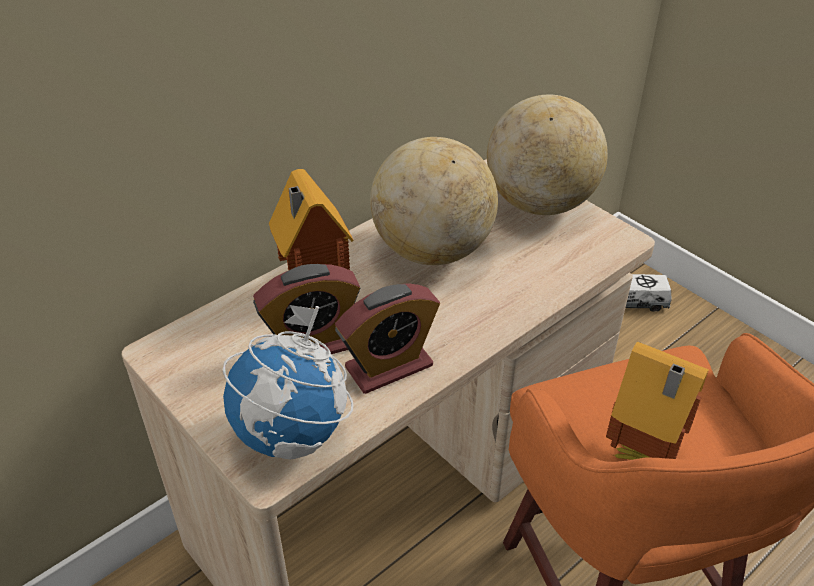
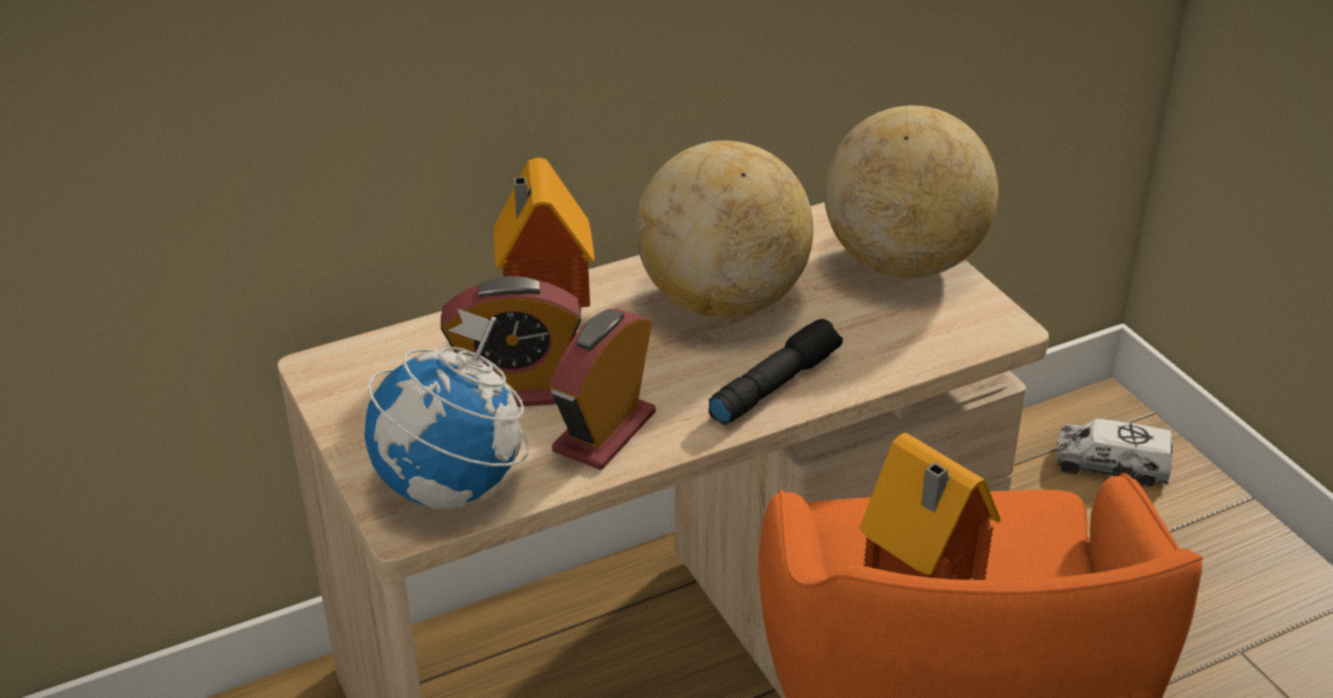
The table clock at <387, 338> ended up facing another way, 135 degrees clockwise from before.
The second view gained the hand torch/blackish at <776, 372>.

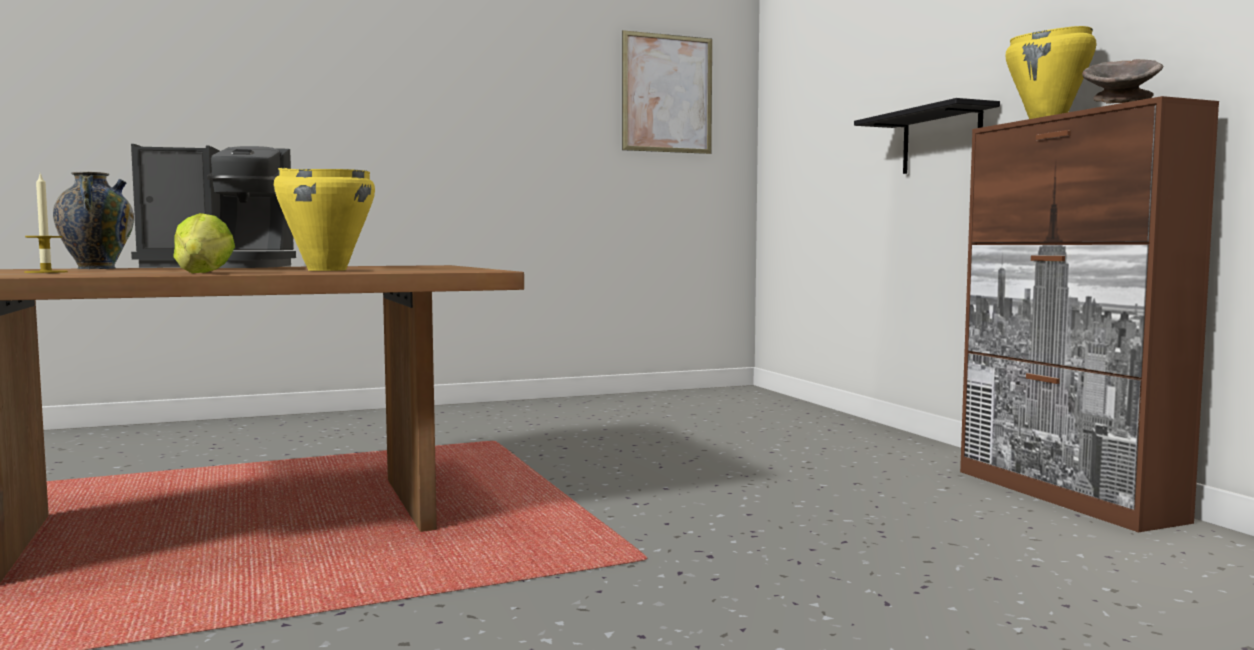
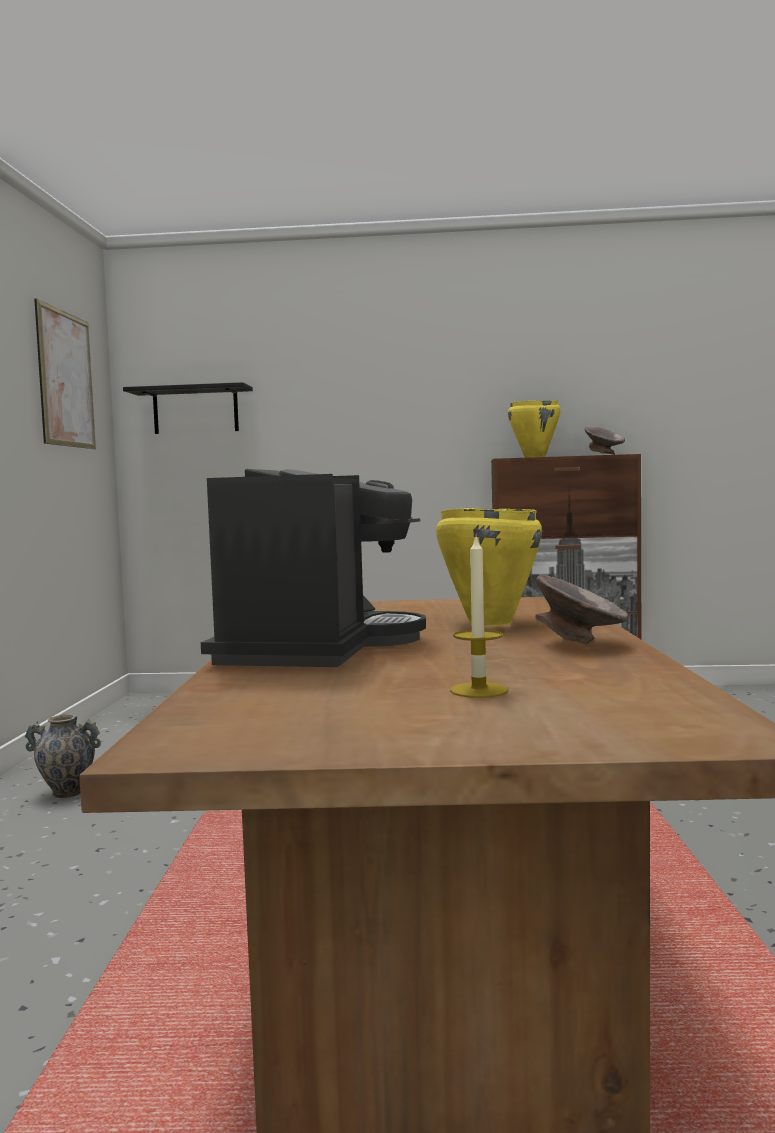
The vase ended up elsewhere, having gone from <93, 220> to <63, 756>.
Where the lettuce stood at <204, 243>, the bowl/gray came to stand at <581, 610>.
The shelf/blackish ended up elsewhere, having gone from <927, 136> to <188, 408>.

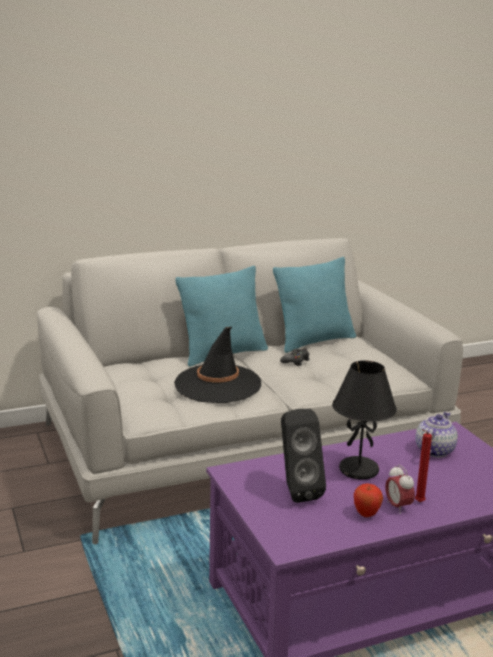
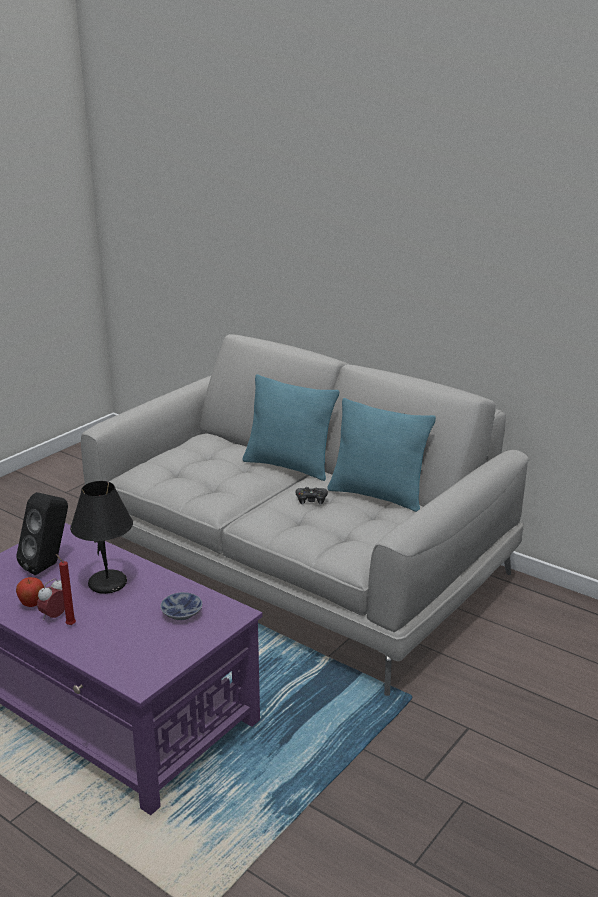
The second view lost the wearable hat/blackish at <217, 365>.
Where the tea pot stood at <436, 434>, the bowl came to stand at <181, 606>.

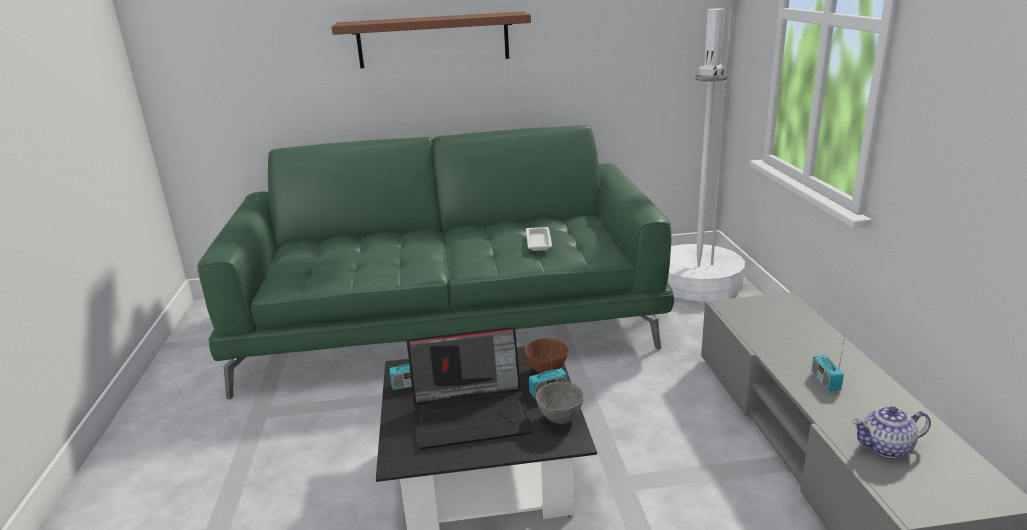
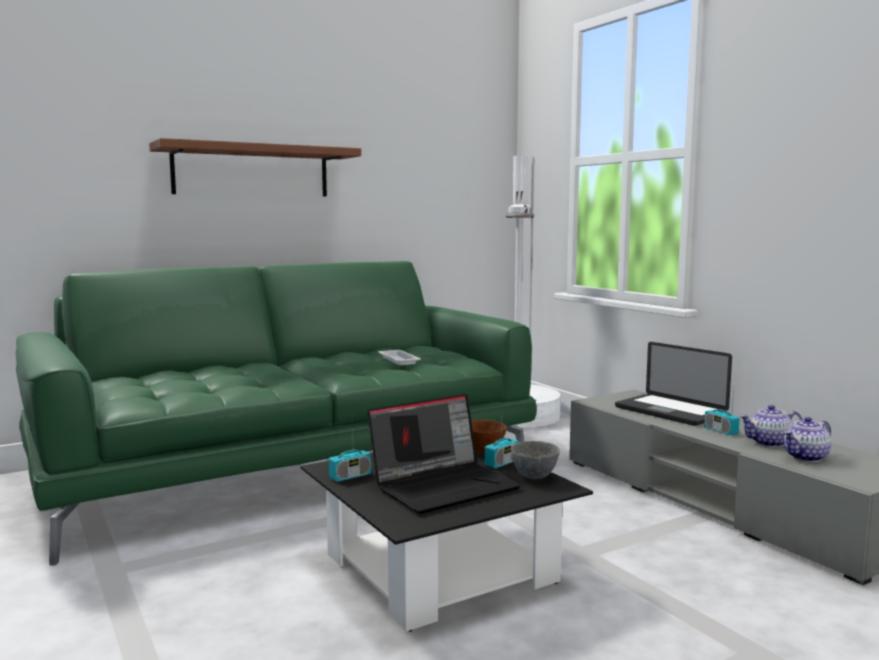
The second view gained the portable computer at <673, 384>.
The second view gained the tea pot at <771, 426>.

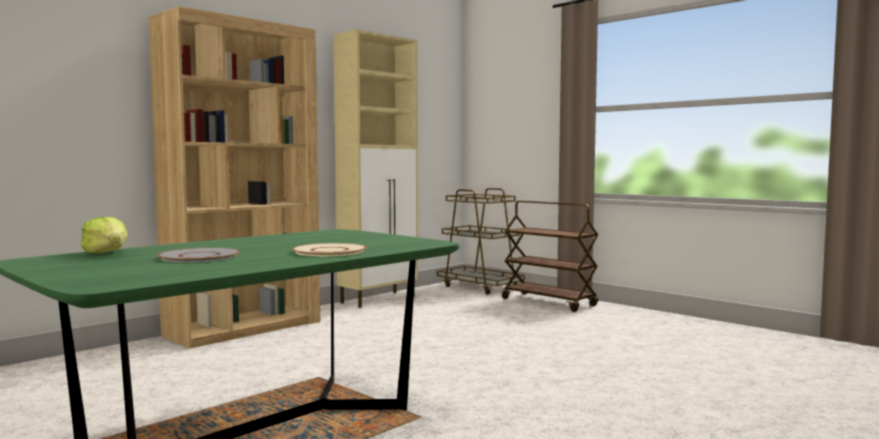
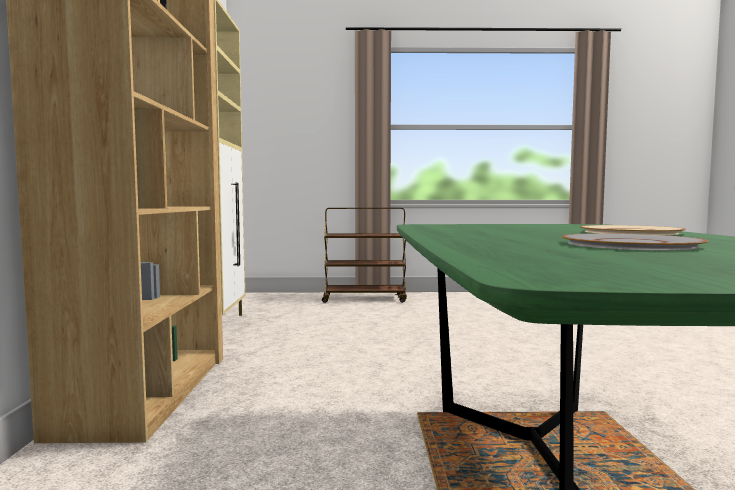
The second view lost the lettuce at <104, 235>.
The second view lost the trolley/brown at <481, 241>.

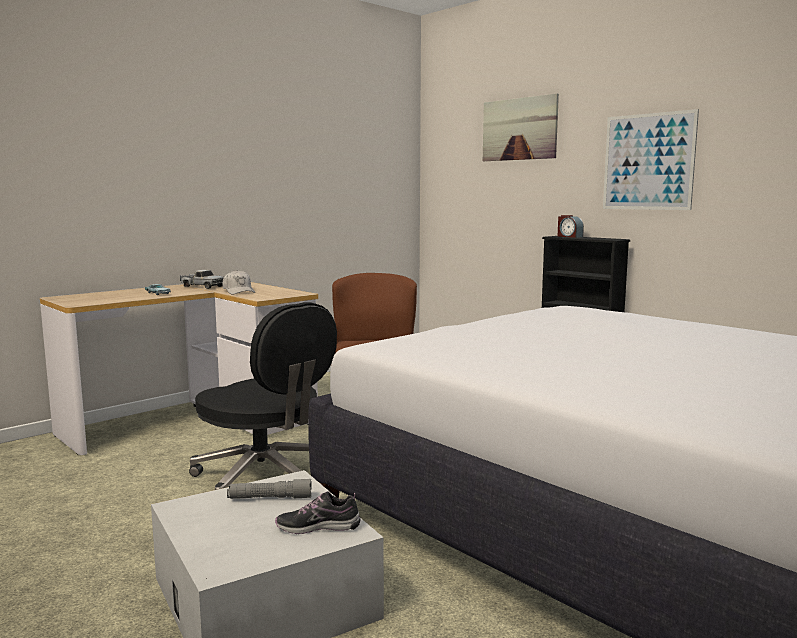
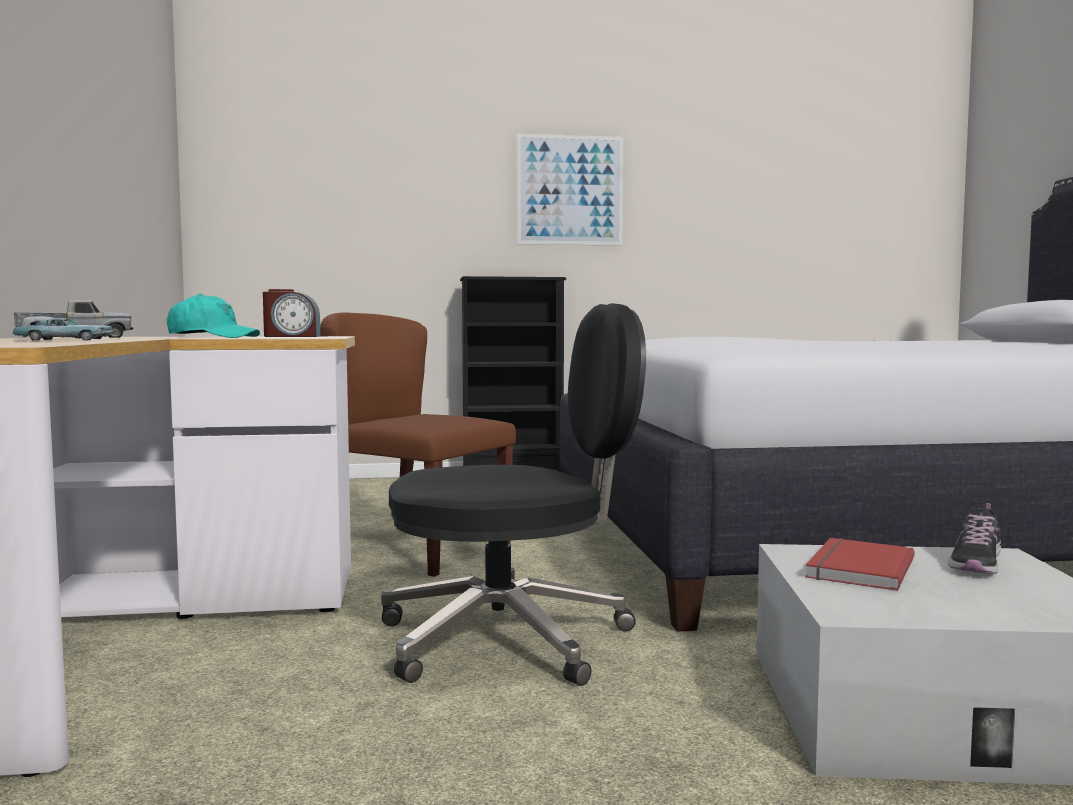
What was the cap/whitish at <238, 282> turned into the cap/blue-green at <213, 315>.
Where the hand torch/gray stood at <269, 489>, the book/red-coloured came to stand at <860, 564>.
The second view lost the wall art at <521, 127>.
The table clock ended up elsewhere, having gone from <571, 226> to <292, 313>.

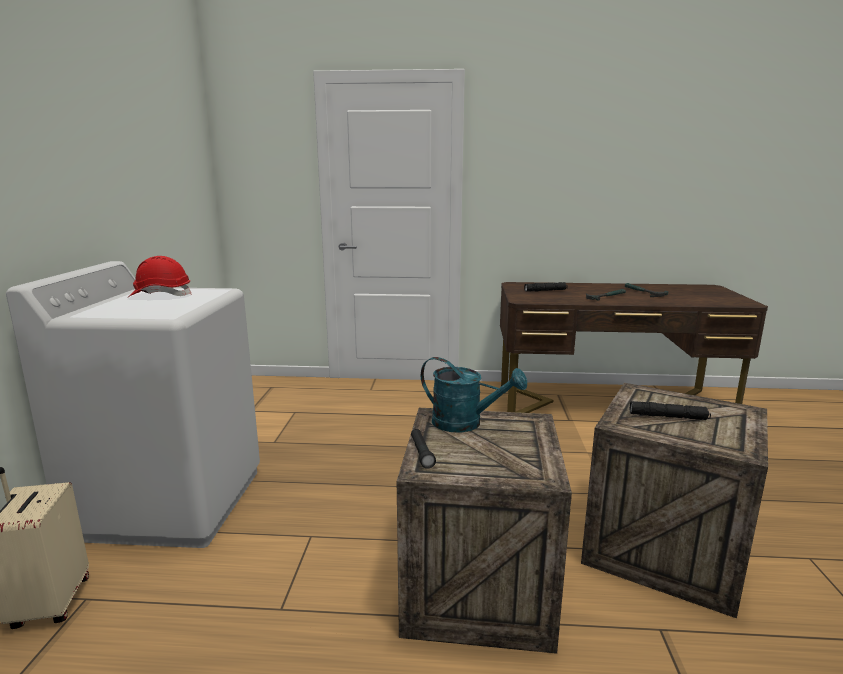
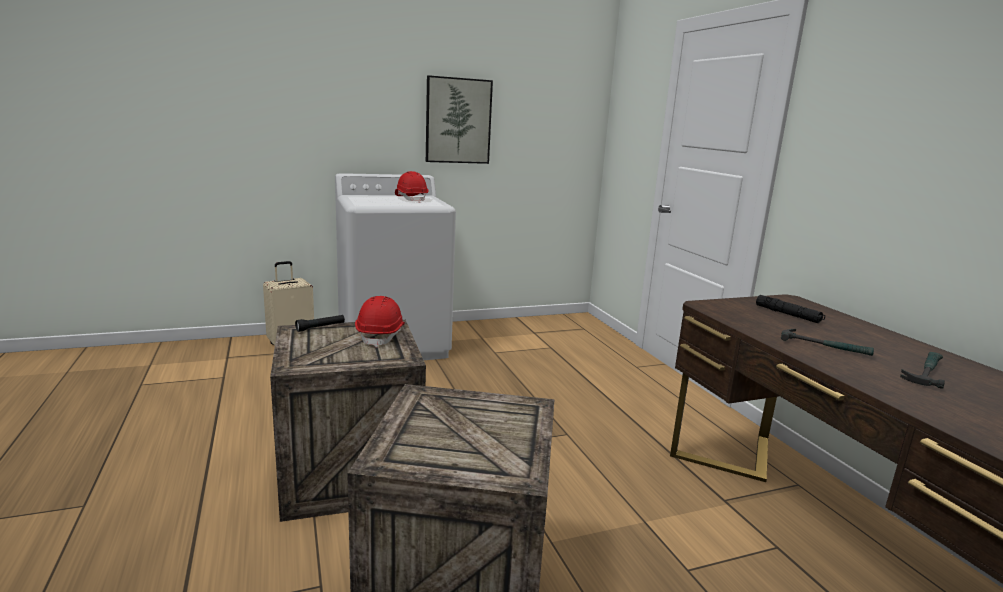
Where the sprinkling can/blue-green stood at <474, 395>, the safety helmet/red-coloured came to stand at <380, 322>.
The second view lost the hand torch/blackish at <670, 410>.
The second view gained the wall art at <459, 119>.

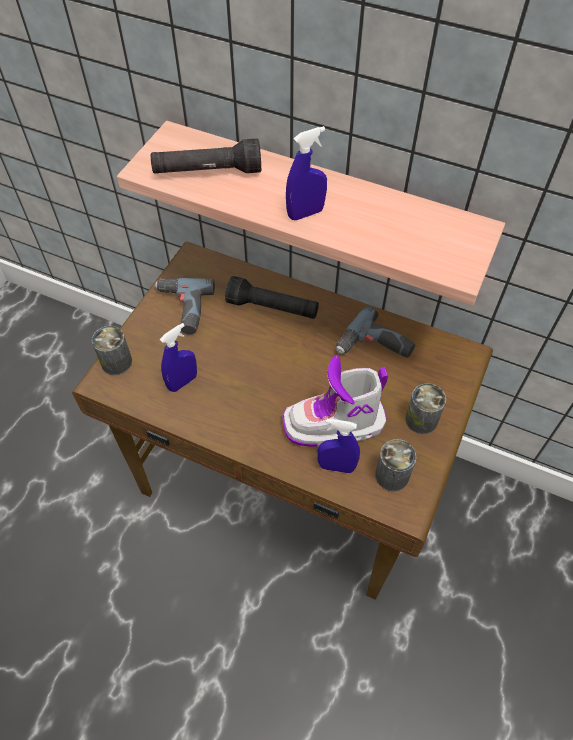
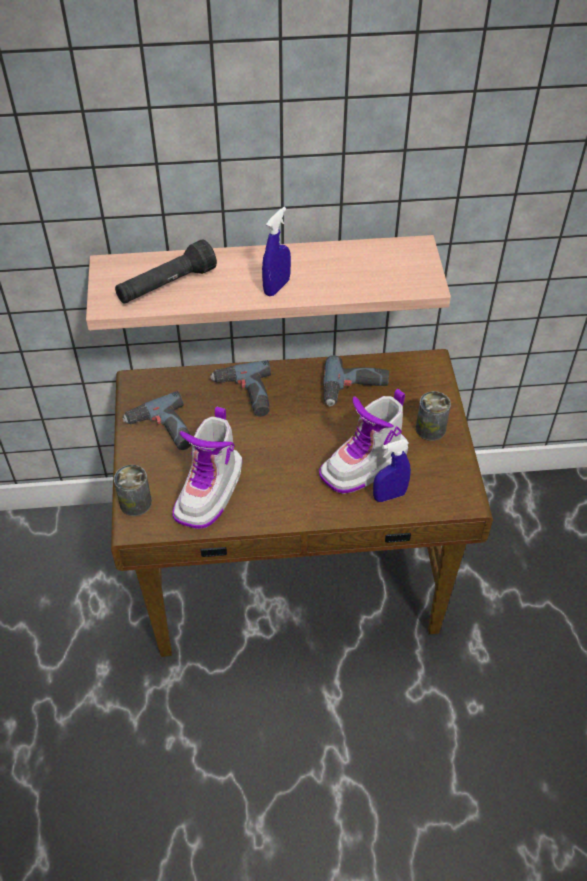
Where the hand sprayer/blue-coloured stood at <178, 357>, the boot came to stand at <207, 467>.
Where the hand torch/blackish stood at <272, 297>, the power drill came to stand at <240, 388>.
The second view lost the sealed can at <395, 465>.

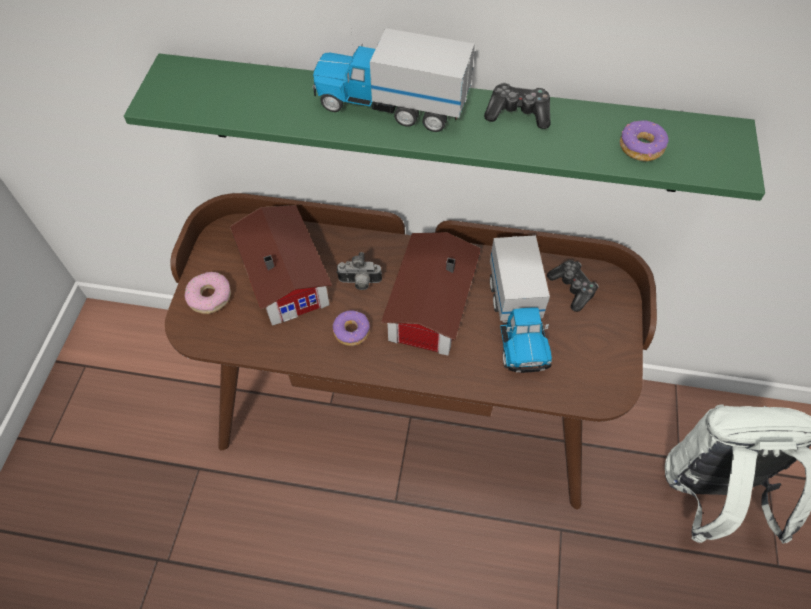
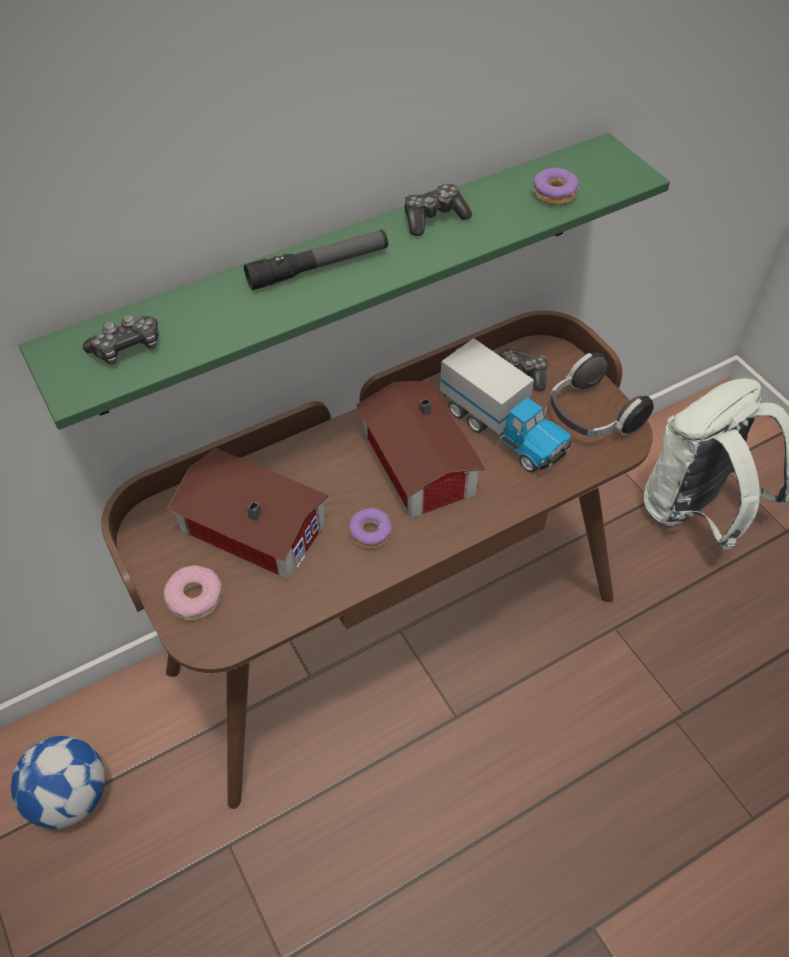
Where the model truck stood at <393, 80>, the hand torch came to stand at <316, 260>.
The second view lost the photo camera at <359, 271>.
The second view gained the football ball at <58, 782>.
The second view gained the gamepad at <121, 339>.
The second view gained the headphones at <602, 395>.

